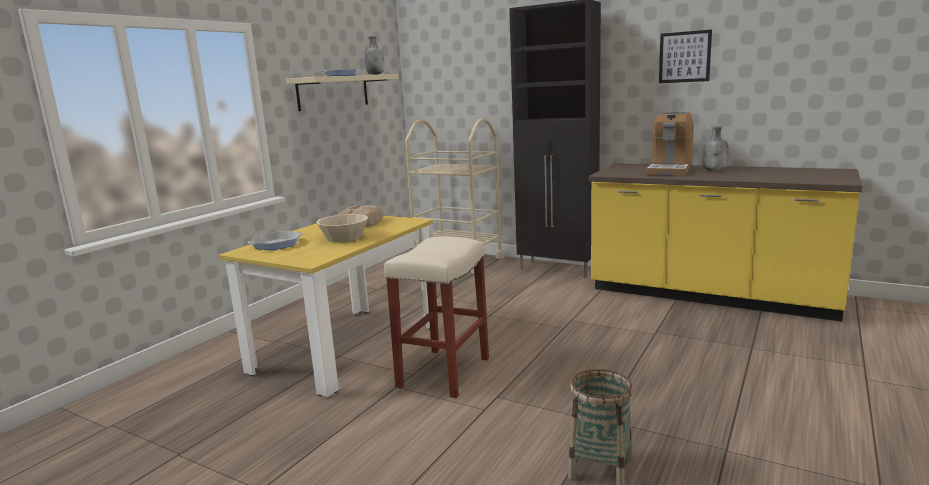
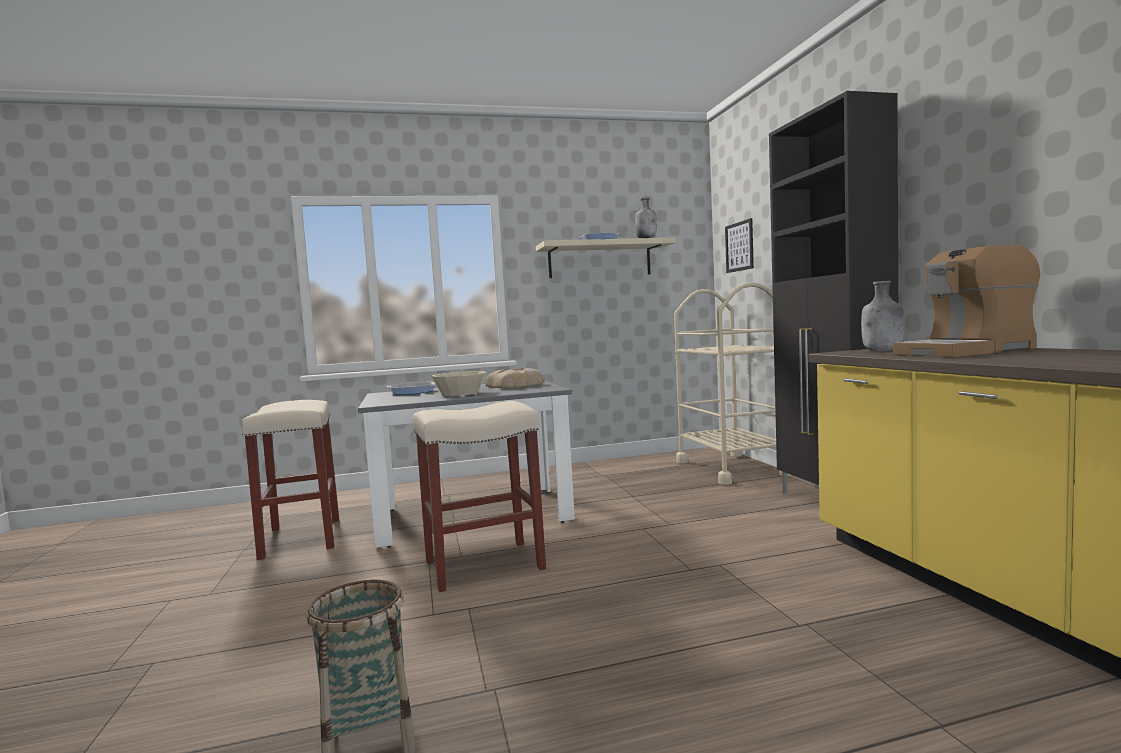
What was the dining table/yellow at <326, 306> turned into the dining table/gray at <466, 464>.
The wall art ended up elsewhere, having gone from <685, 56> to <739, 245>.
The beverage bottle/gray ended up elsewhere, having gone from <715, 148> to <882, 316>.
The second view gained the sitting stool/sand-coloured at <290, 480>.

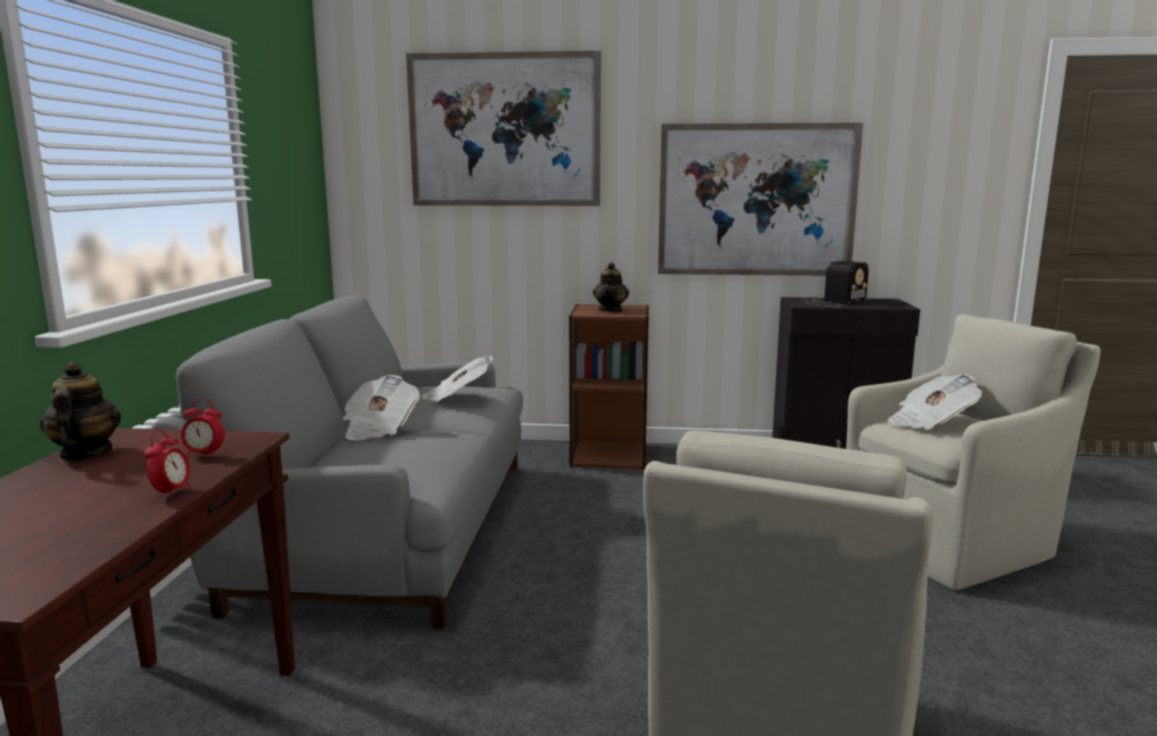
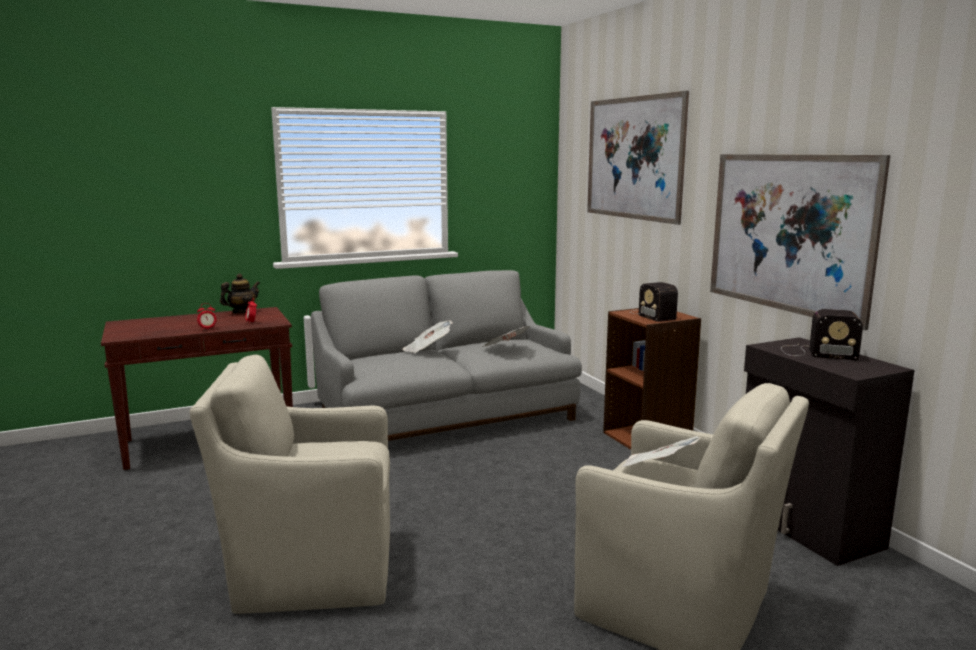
Where the tea pot stood at <611, 287>, the radio receiver came to stand at <653, 302>.

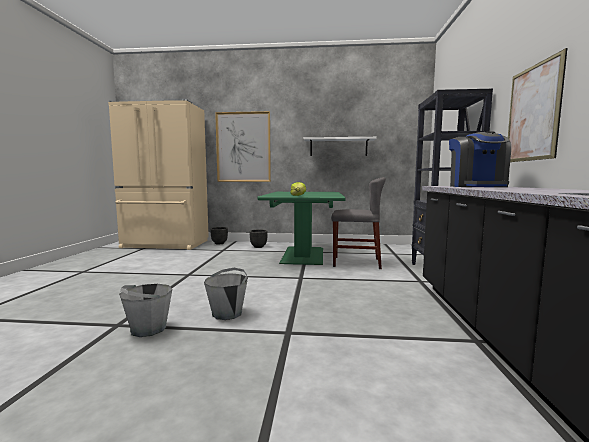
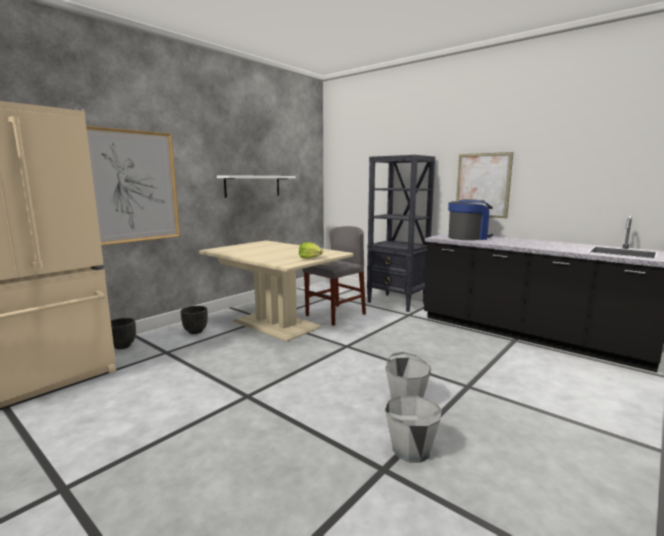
What was the dining table/green at <301, 228> turned into the dining table/sand-coloured at <276, 290>.
The coffee machine at <480, 159> ended up facing another way, 60 degrees counterclockwise from before.

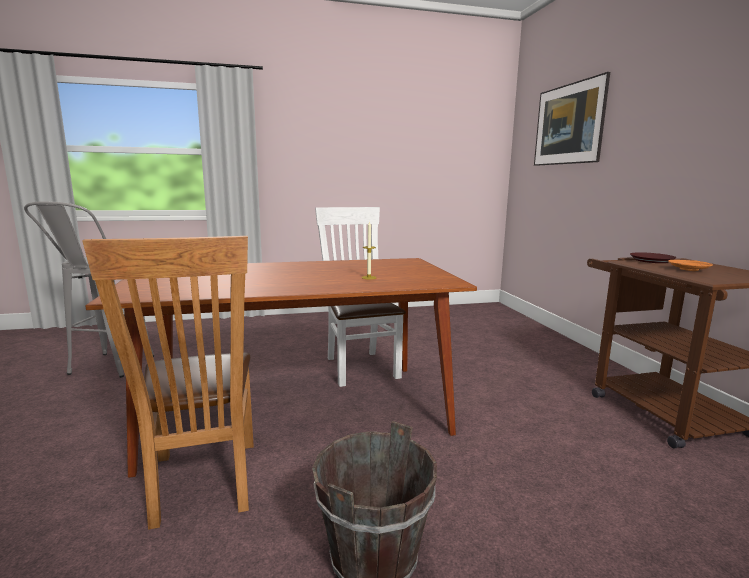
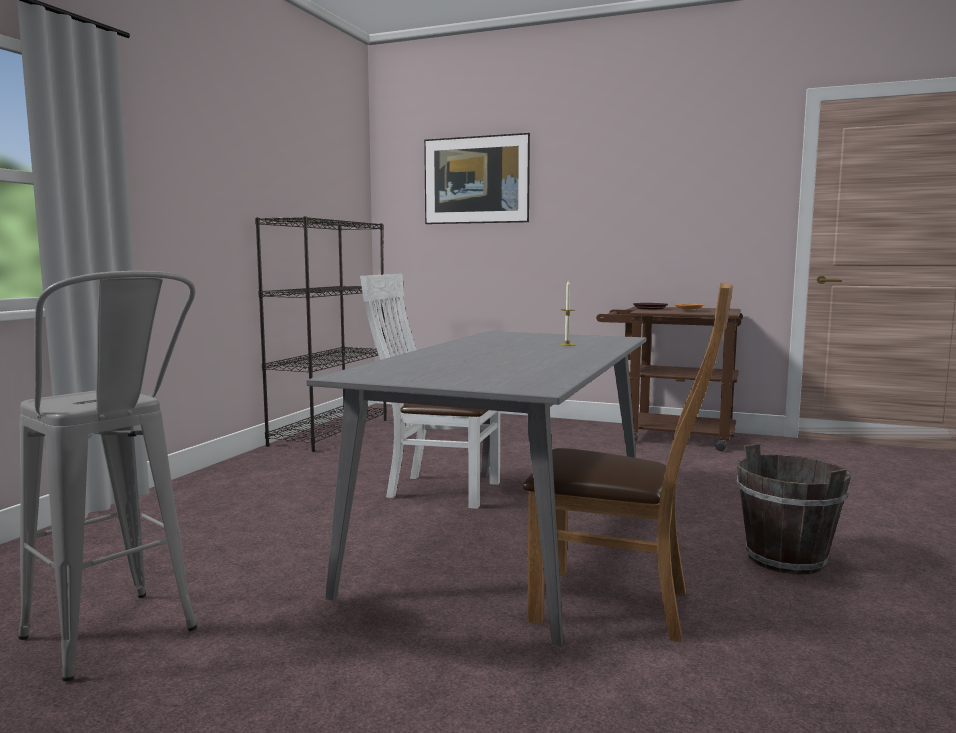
What was the dining table/brown at <281, 368> turned into the dining table/gray at <476, 488>.
The second view gained the shelving unit/blackish at <321, 334>.

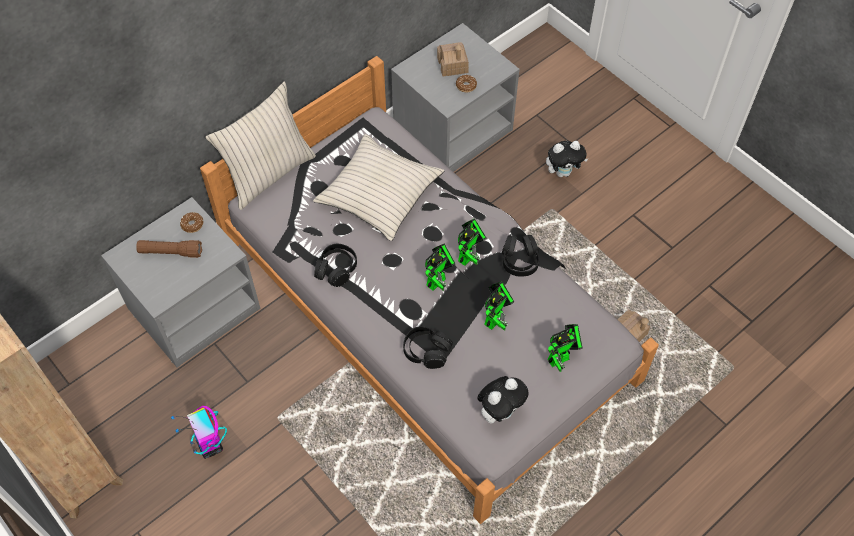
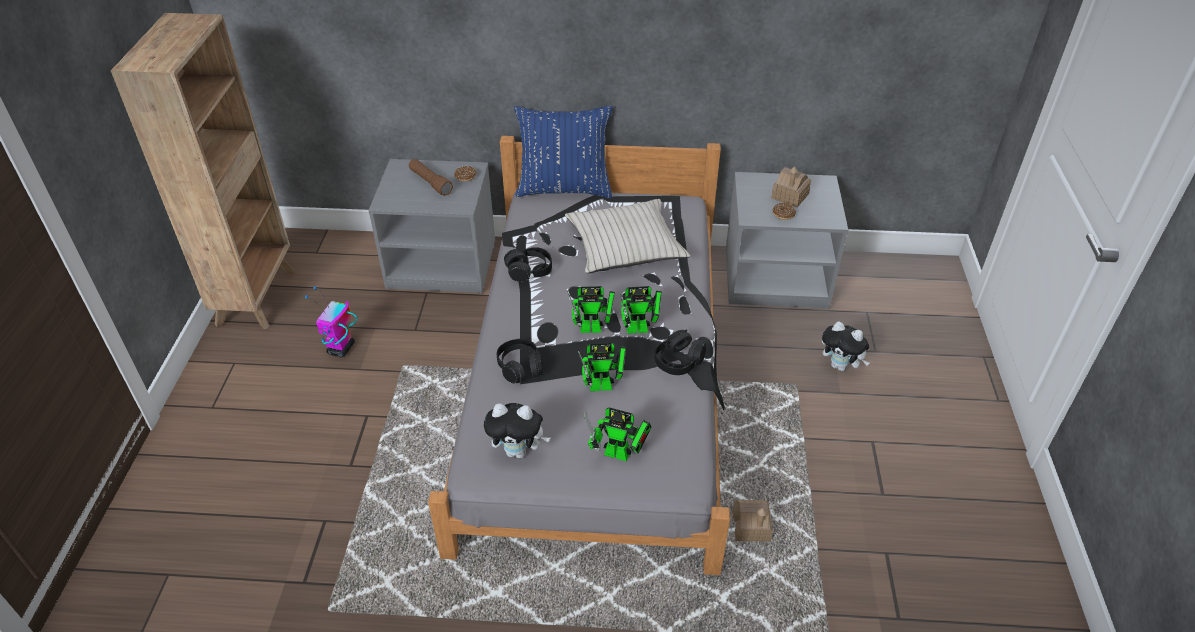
What was the pillow/sand-coloured at <260, 145> turned into the pillow/blue-coloured at <563, 151>.

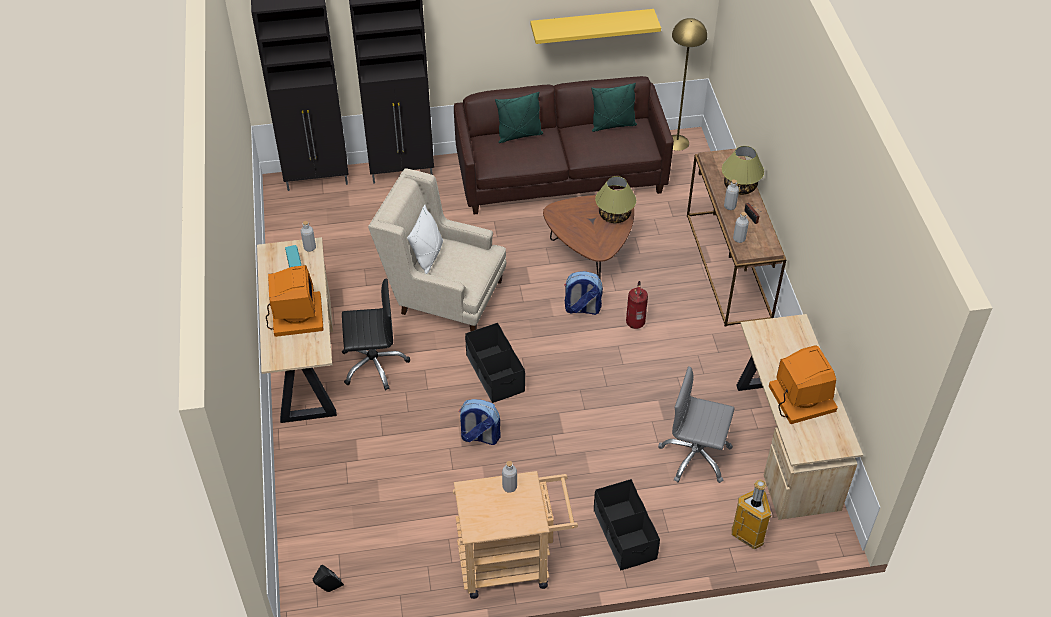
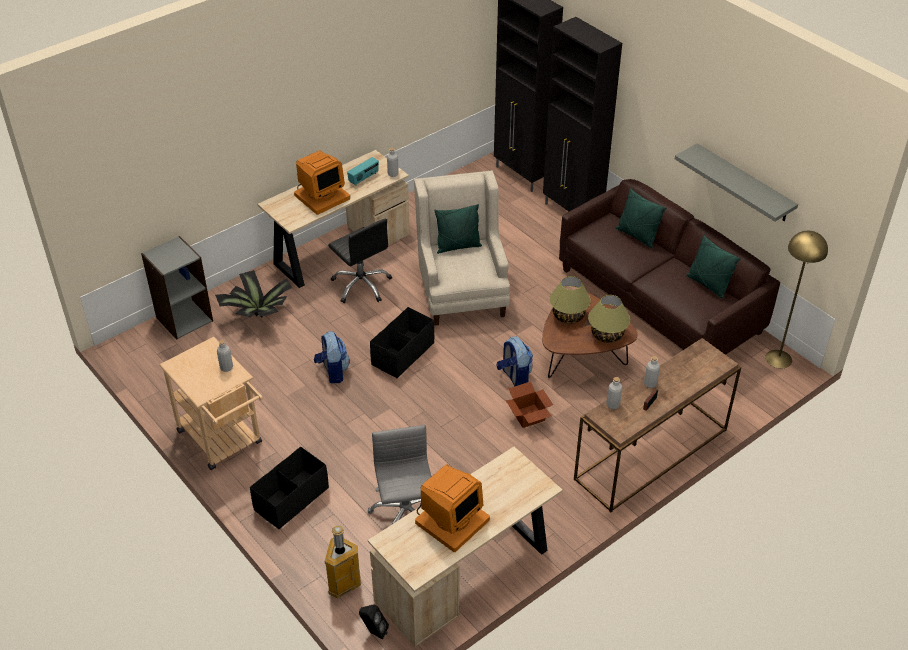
The audio speaker/blackish ended up elsewhere, having gone from <328, 578> to <374, 622>.
What was the pillow/whitish at <425, 239> turned into the pillow/green at <458, 229>.
What was the shelf/yellow at <595, 26> turned into the shelf/gray at <736, 182>.
Where the extinguisher stood at <637, 305>, the packing box came to stand at <529, 405>.
The lamp for a table ended up elsewhere, having gone from <743, 170> to <570, 300>.
The second view gained the shelving unit/gray at <177, 288>.
The second view gained the houseplant at <253, 294>.

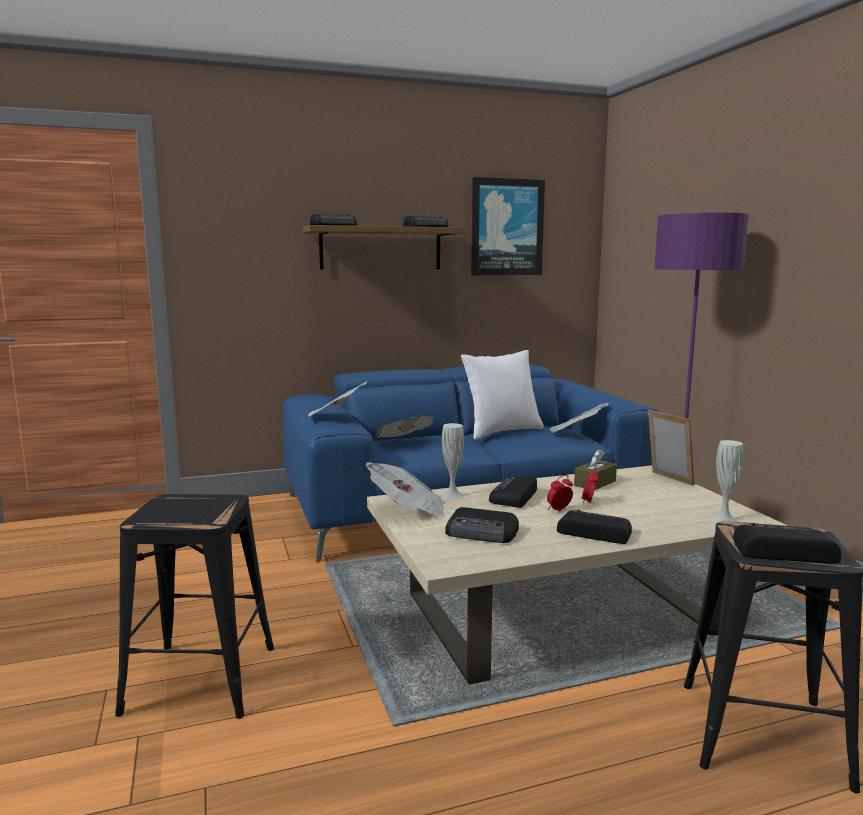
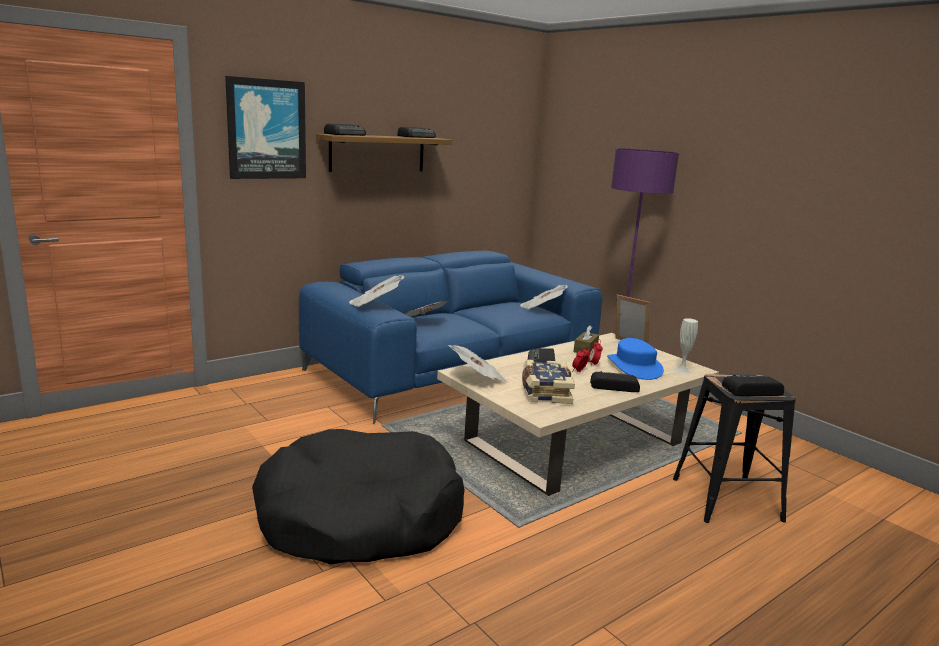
Where the sitting stool/blackish stood at <194, 606>, the dog cushion/blackish came to stand at <358, 497>.
The second view lost the vase/whitish at <452, 461>.
Where the radio receiver stood at <482, 525>, the book came to stand at <548, 382>.
The second view lost the pillow/whitish at <502, 395>.
The wall art ended up elsewhere, having gone from <508, 226> to <265, 127>.
The second view gained the wearable hat/blue-coloured at <635, 359>.

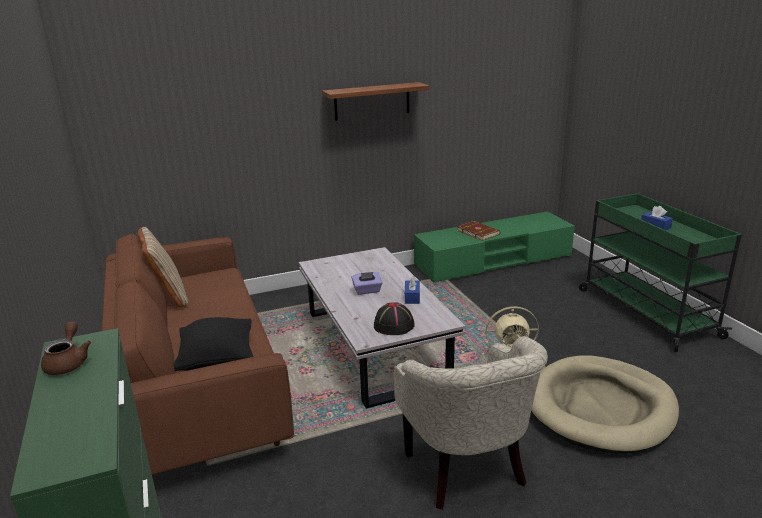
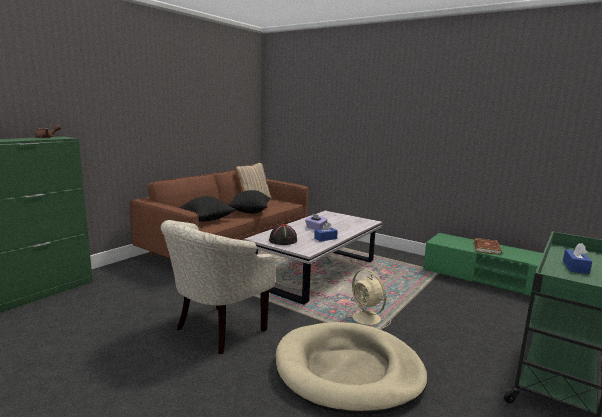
The second view lost the shelf at <376, 101>.
The second view gained the pillow/blackish at <249, 202>.

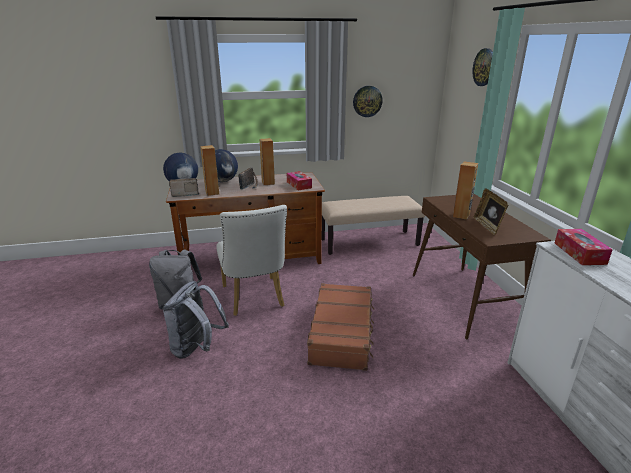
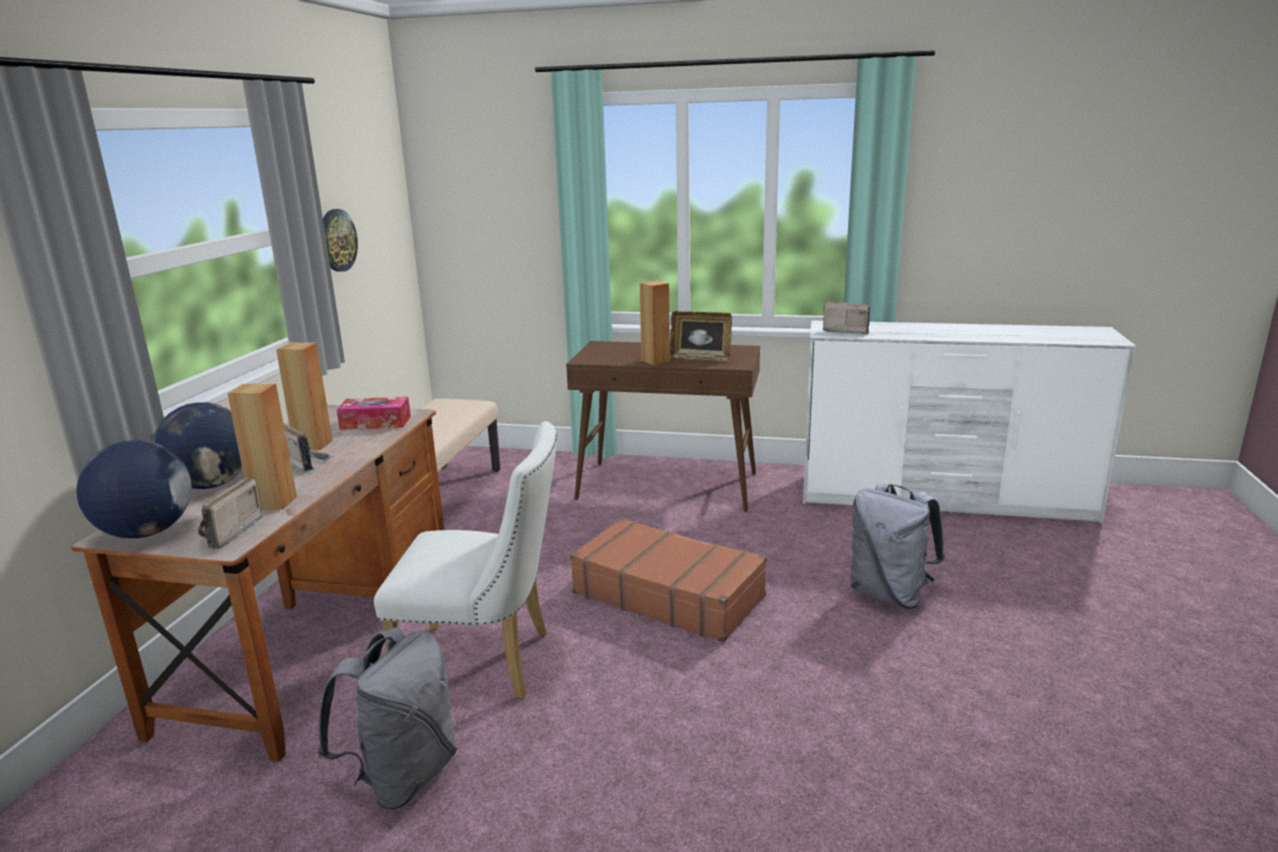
The knapsack/gray ended up elsewhere, having gone from <196, 320> to <897, 546>.
The second view lost the clock on the wall at <482, 67>.
Where the box of tissues stood at <584, 247>, the radio receiver came to stand at <846, 318>.

